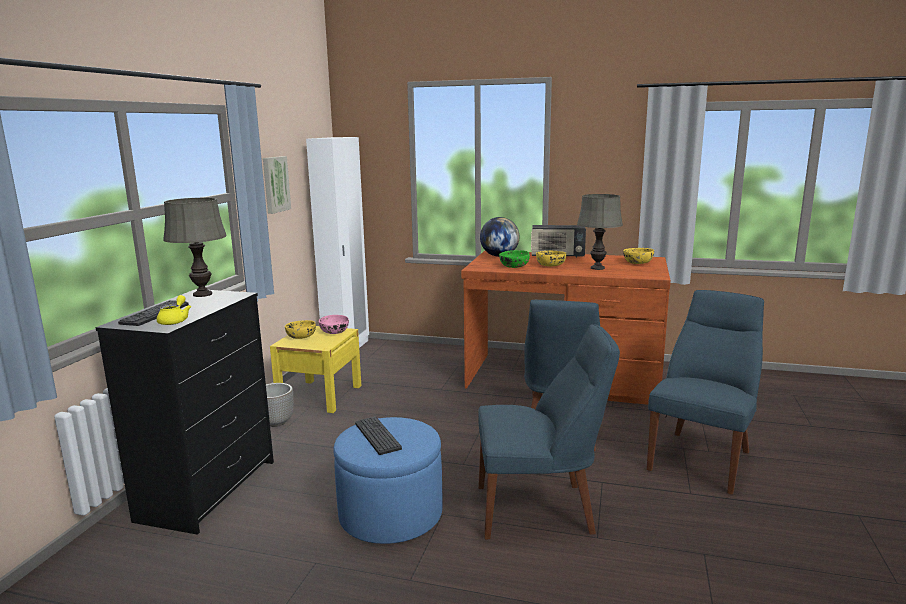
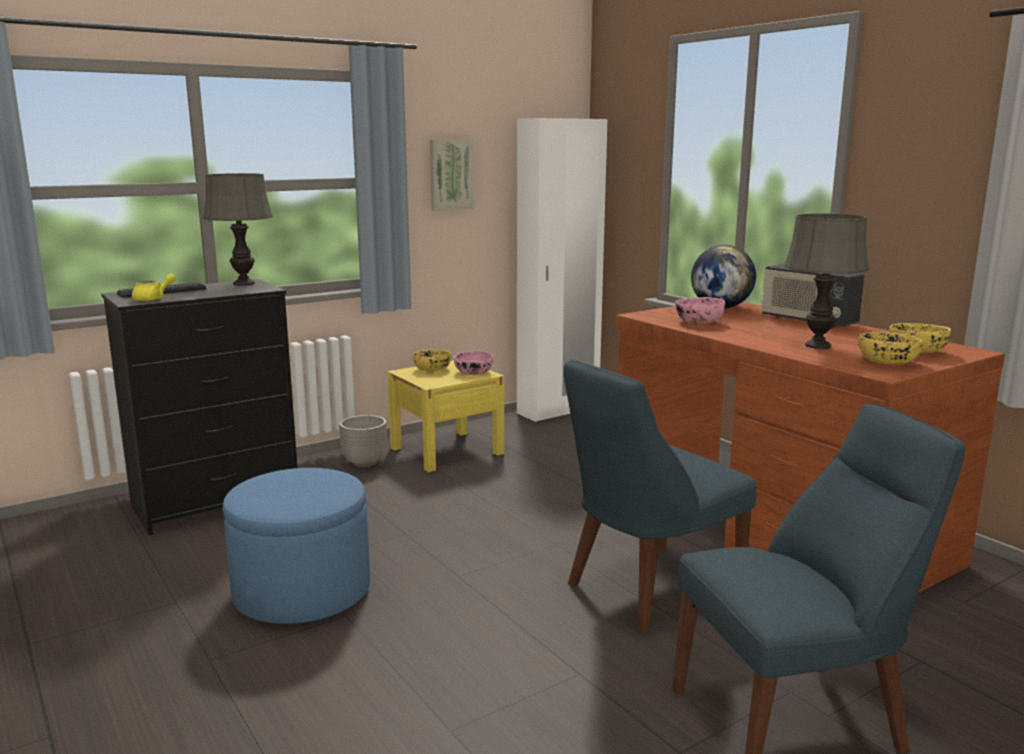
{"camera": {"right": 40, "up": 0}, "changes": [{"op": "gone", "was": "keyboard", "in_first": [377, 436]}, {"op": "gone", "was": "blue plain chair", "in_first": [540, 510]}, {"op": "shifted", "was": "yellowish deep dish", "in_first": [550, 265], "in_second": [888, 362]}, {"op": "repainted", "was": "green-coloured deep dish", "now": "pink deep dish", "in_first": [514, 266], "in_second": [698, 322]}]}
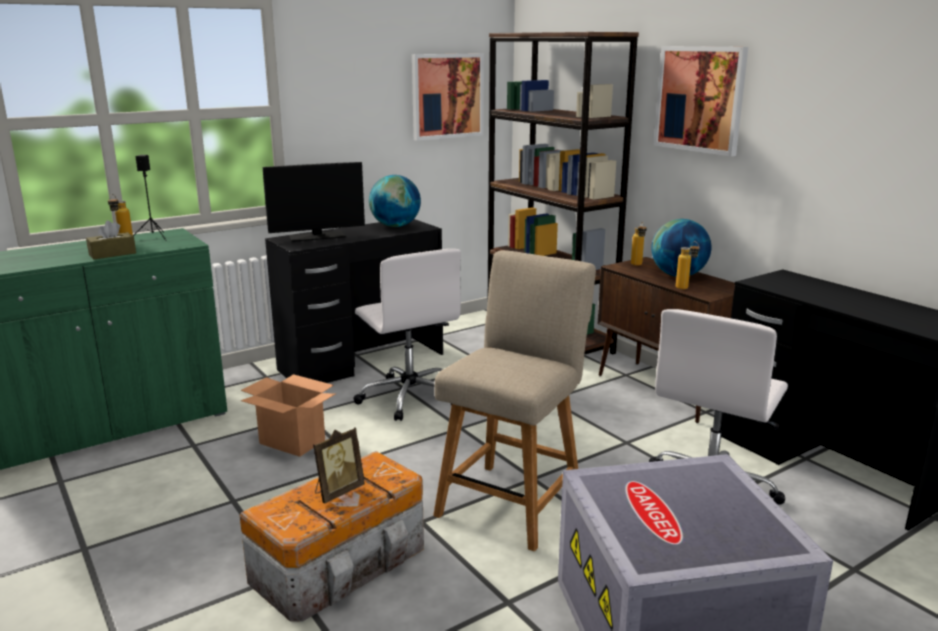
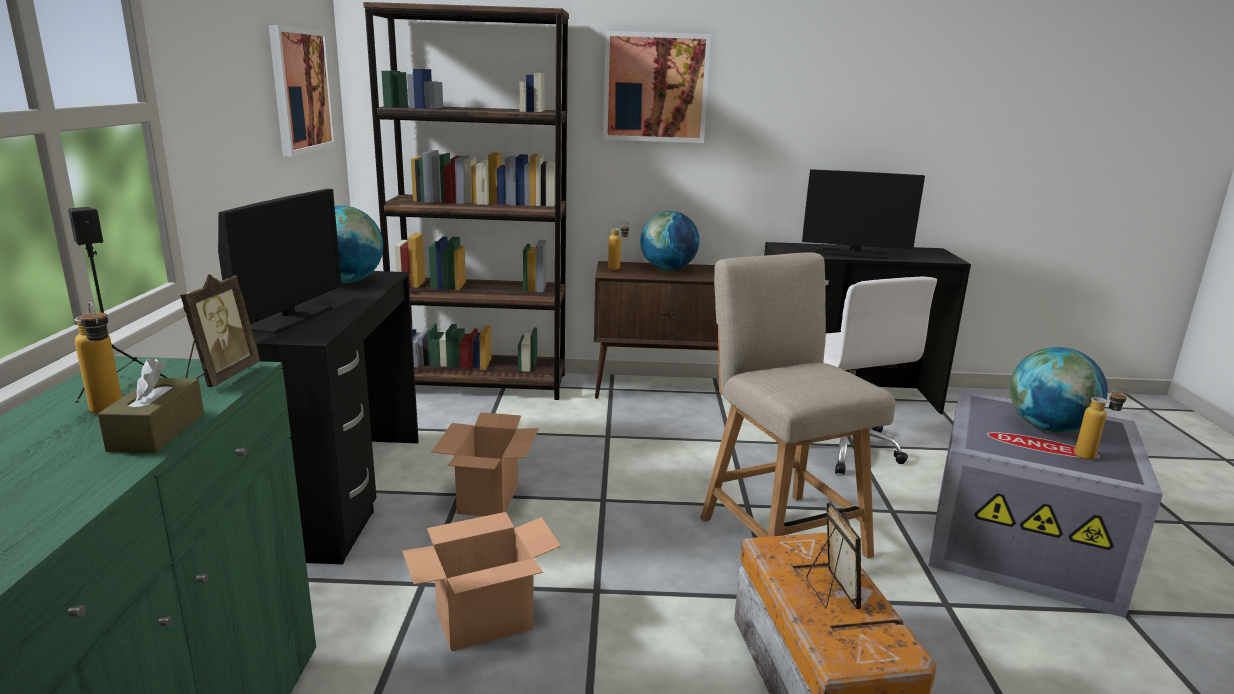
{"camera": {"right": -55, "up": 0}, "changes": [{"op": "new", "now": "standing frame", "in_second": [221, 376]}, {"op": "new", "now": "computer display", "in_second": [855, 254]}, {"op": "new", "now": "world globe", "in_second": [1048, 428]}, {"op": "shifted", "was": "drink bottle", "in_first": [685, 289], "in_second": [1092, 456]}, {"op": "swapped", "was": "white-coloured computer chair", "now": "cardboard box", "in_first": [409, 397], "in_second": [488, 499]}]}
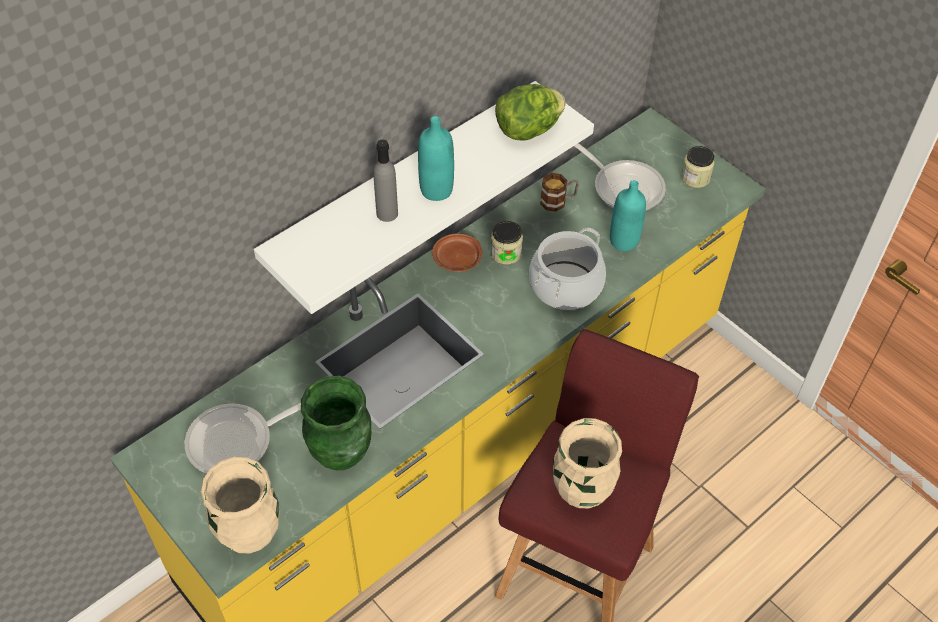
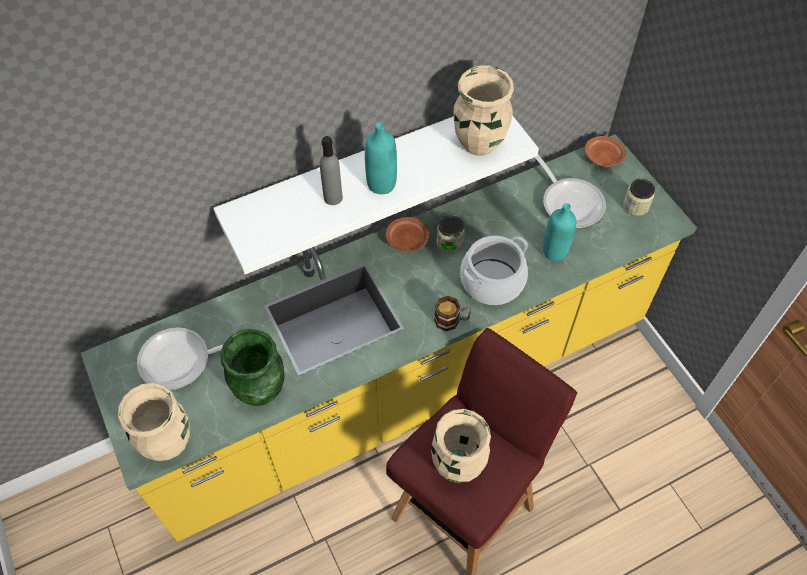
{"camera": {"right": 15, "up": 5}, "changes": [{"op": "new", "now": "brown-coloured plate", "in_second": [602, 156]}, {"op": "shifted", "was": "mug", "in_first": [558, 201], "in_second": [452, 320]}, {"op": "swapped", "was": "head of lettuce", "now": "beige-coloured vase", "in_first": [528, 130], "in_second": [478, 143]}]}
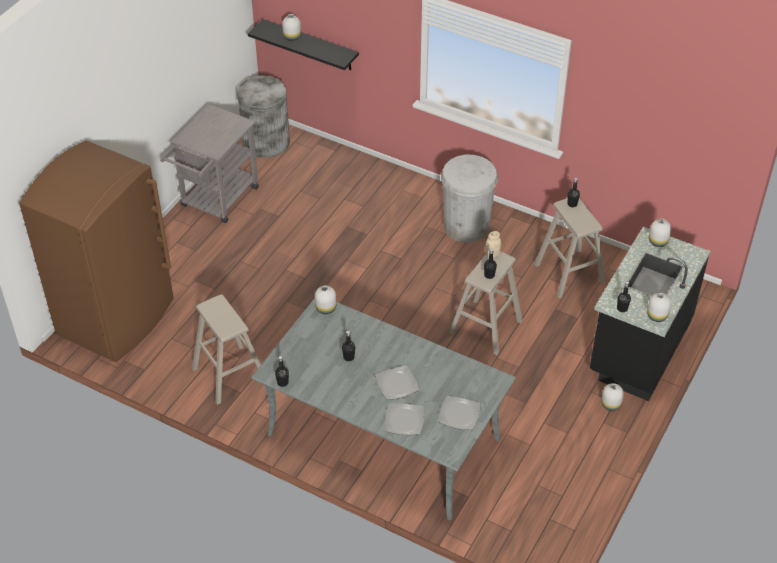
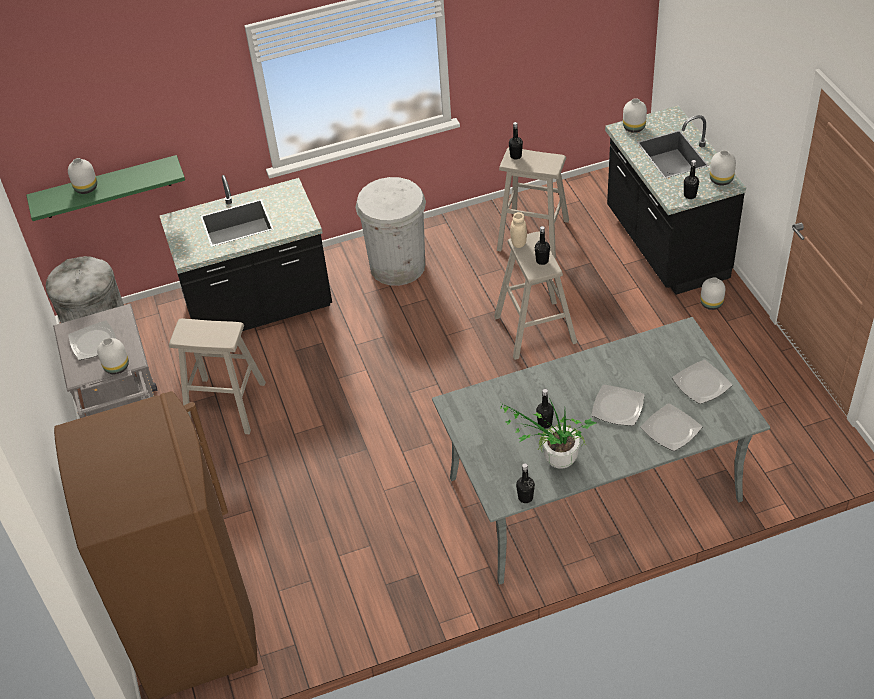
{"camera": {"right": -45, "up": 0}, "changes": [{"op": "new", "now": "plate", "in_second": [93, 342]}, {"op": "new", "now": "black-coloured counter", "in_second": [259, 309]}, {"op": "new", "now": "houseplant", "in_second": [553, 460]}, {"op": "shifted", "was": "beige-coloured stool seat", "in_first": [229, 374], "in_second": [225, 405]}, {"op": "shifted", "was": "white-coloured vase", "in_first": [325, 308], "in_second": [116, 367]}, {"op": "repainted", "was": "black-coloured wall shelf", "now": "green-coloured wall shelf", "in_first": [310, 45], "in_second": [106, 187]}]}
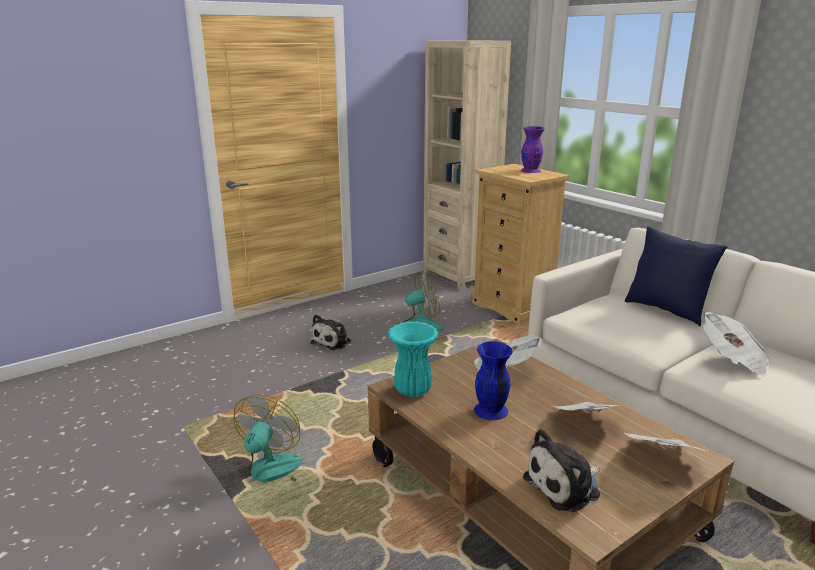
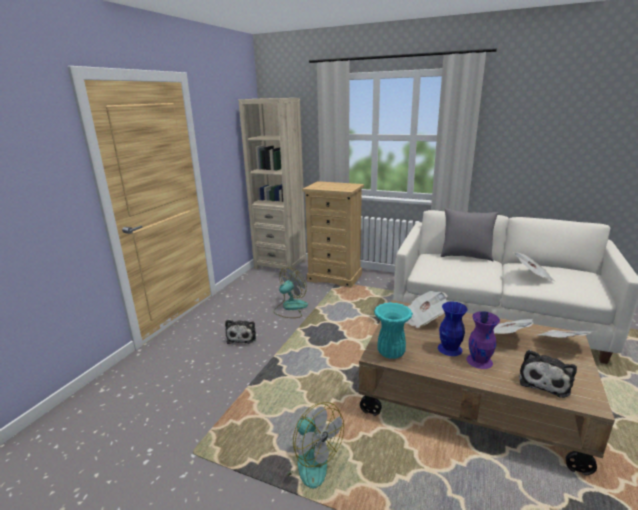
{"camera": {"right": -30, "up": 0}, "changes": [{"op": "shifted", "was": "purplish vase", "in_first": [531, 171], "in_second": [480, 361]}, {"op": "repainted", "was": "blue throw pillow", "now": "gray throw pillow", "in_first": [666, 310], "in_second": [465, 256]}, {"op": "rotated", "was": "electric fan", "in_first": [269, 477], "in_second": [305, 461], "clockwise": 150}]}
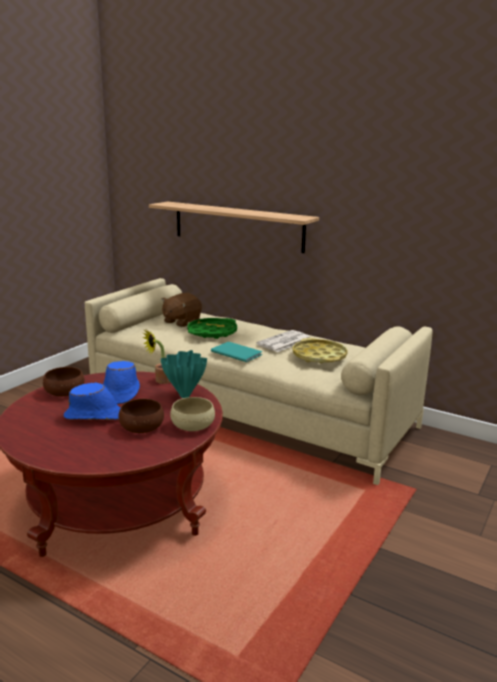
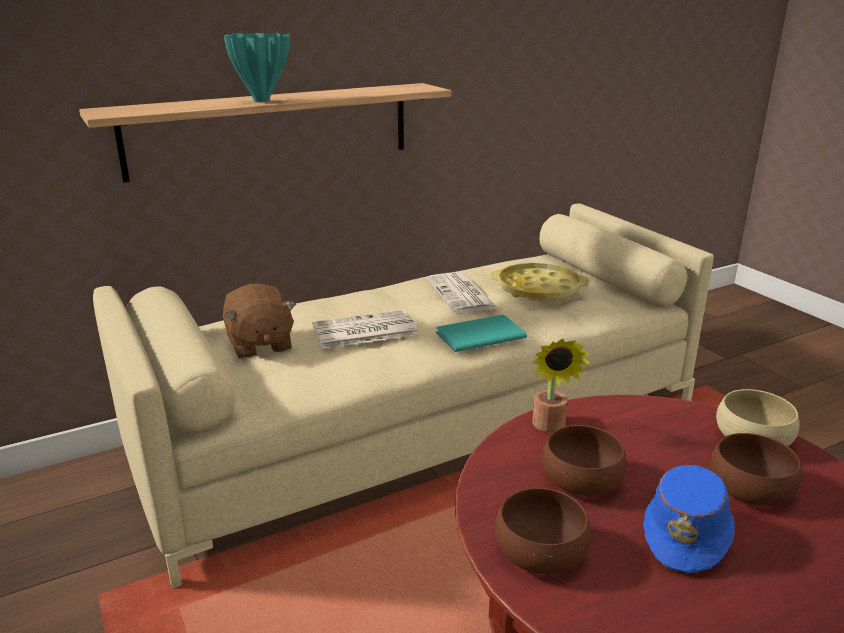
{"camera": {"right": -60, "up": 5}, "changes": [{"op": "shifted", "was": "blue-green vase", "in_first": [184, 396], "in_second": [262, 101]}, {"op": "swapped", "was": "blue wearable hat", "now": "brown-coloured deep dish", "in_first": [120, 392], "in_second": [581, 480]}, {"op": "swapped", "was": "green-coloured carrying tray", "now": "daily paper", "in_first": [212, 332], "in_second": [363, 331]}]}
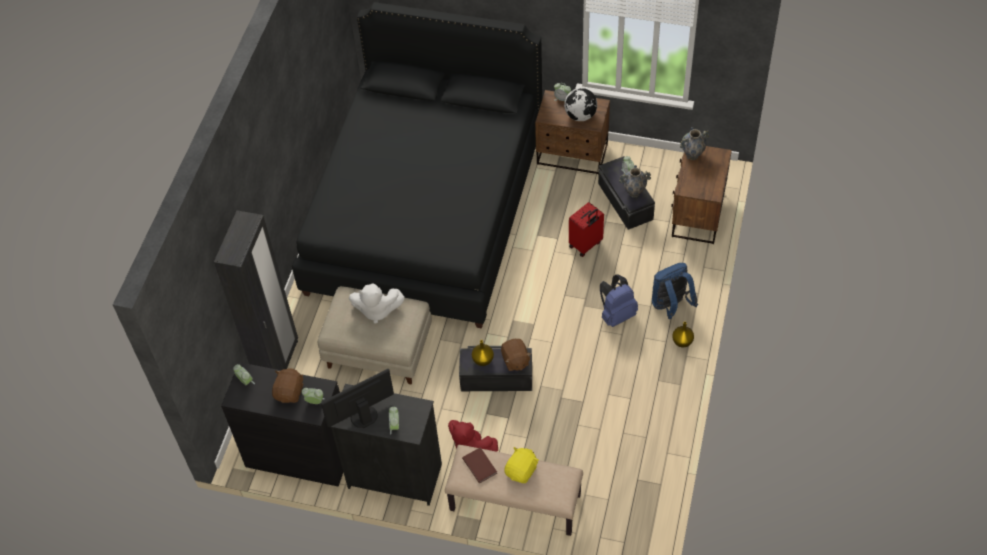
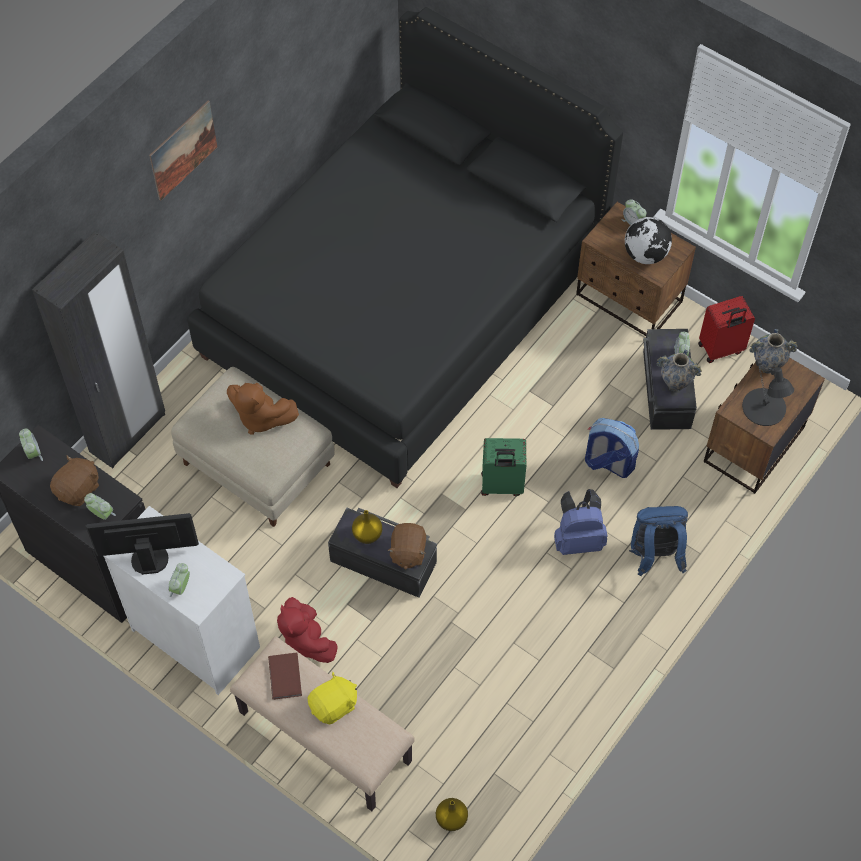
{"camera": {"right": 20, "up": 5}, "changes": [{"op": "new", "now": "picture", "in_second": [183, 150]}, {"op": "new", "now": "green-coloured travel case", "in_second": [501, 485]}, {"op": "new", "now": "knapsack", "in_second": [608, 463]}, {"op": "new", "now": "black-coloured table lamp", "in_second": [764, 408]}, {"op": "shifted", "was": "red-coloured travel case", "in_first": [586, 245], "in_second": [721, 349]}, {"op": "shifted", "was": "yellowish vase", "in_first": [682, 342], "in_second": [451, 820]}, {"op": "repainted", "was": "black-coloured drawer chest", "now": "white-coloured drawer chest", "in_first": [395, 475], "in_second": [196, 638]}, {"op": "repainted", "was": "white-coloured cuddly toy", "now": "brown-coloured cuddly toy", "in_first": [376, 310], "in_second": [260, 417]}]}
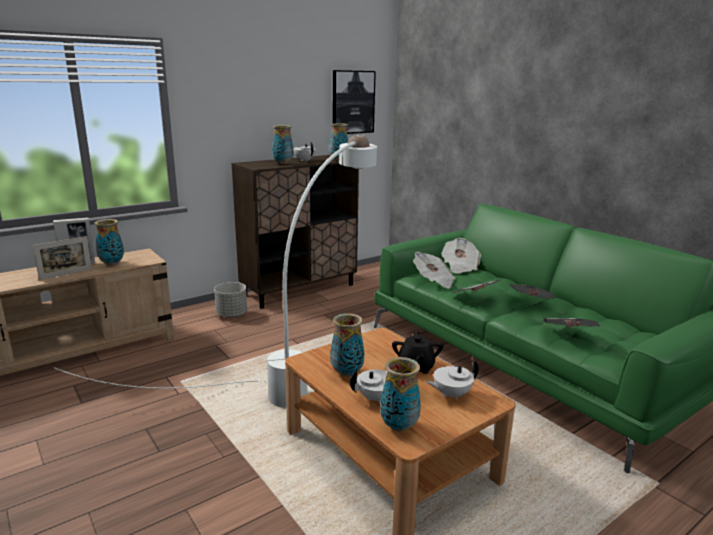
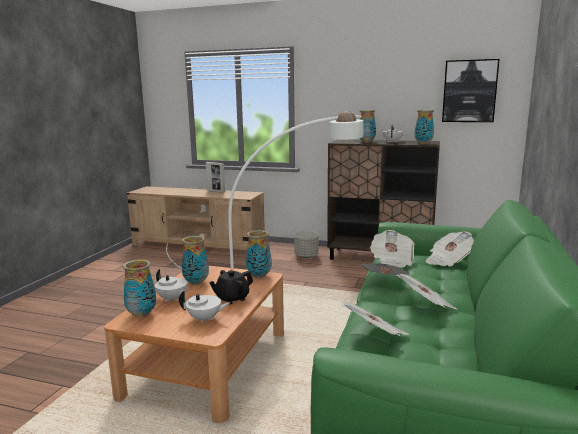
{"camera": {"right": 55, "up": -5}, "changes": [{"op": "gone", "was": "standing frame", "in_first": [66, 274]}, {"op": "shifted", "was": "vase", "in_first": [112, 263], "in_second": [259, 276]}, {"op": "rotated", "was": "white-coloured tea pot", "in_first": [451, 394], "in_second": [205, 319], "clockwise": 150}]}
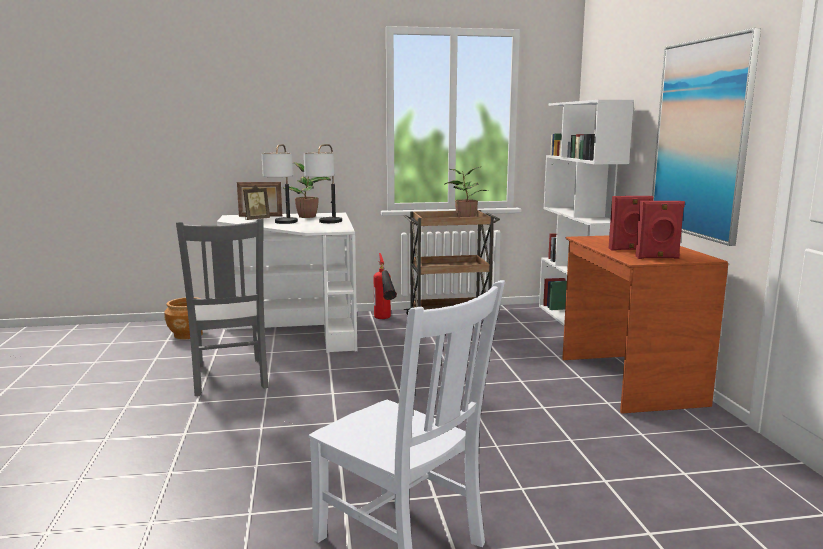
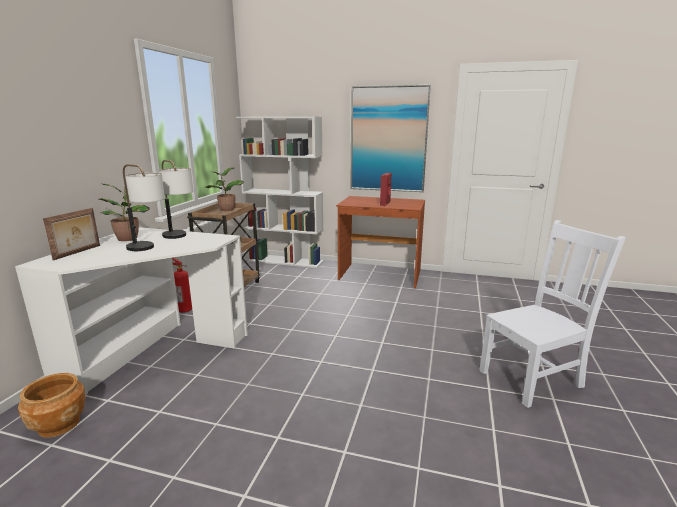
{"camera": {"right": -65, "up": 5}, "changes": [{"op": "gone", "was": "gray plain chair", "in_first": [230, 378]}, {"op": "gone", "was": "standing frame", "in_first": [256, 219]}, {"op": "gone", "was": "red-coloured loudspeaker", "in_first": [657, 258]}]}
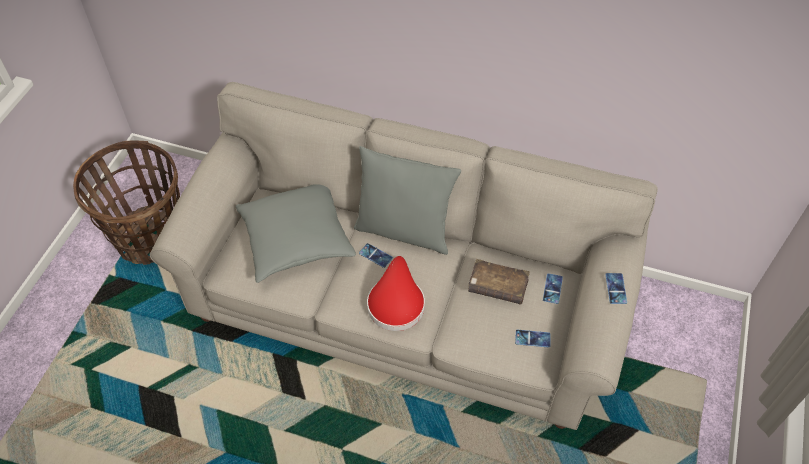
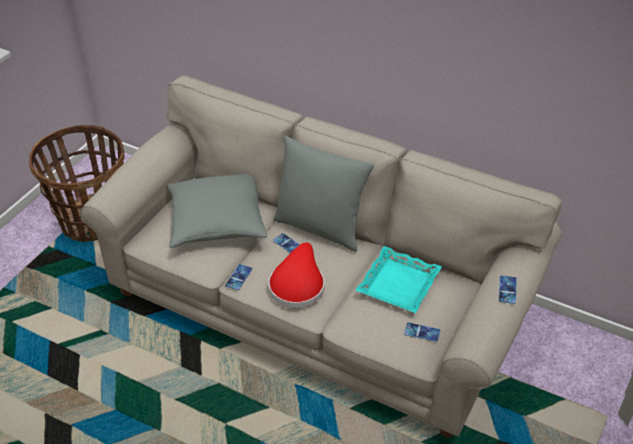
{"camera": {"right": 10, "up": -10}, "changes": [{"op": "shifted", "was": "telephone", "in_first": [552, 288], "in_second": [238, 277]}, {"op": "swapped", "was": "brown-coloured book", "now": "blue-green carrying tray", "in_first": [497, 287], "in_second": [398, 284]}]}
